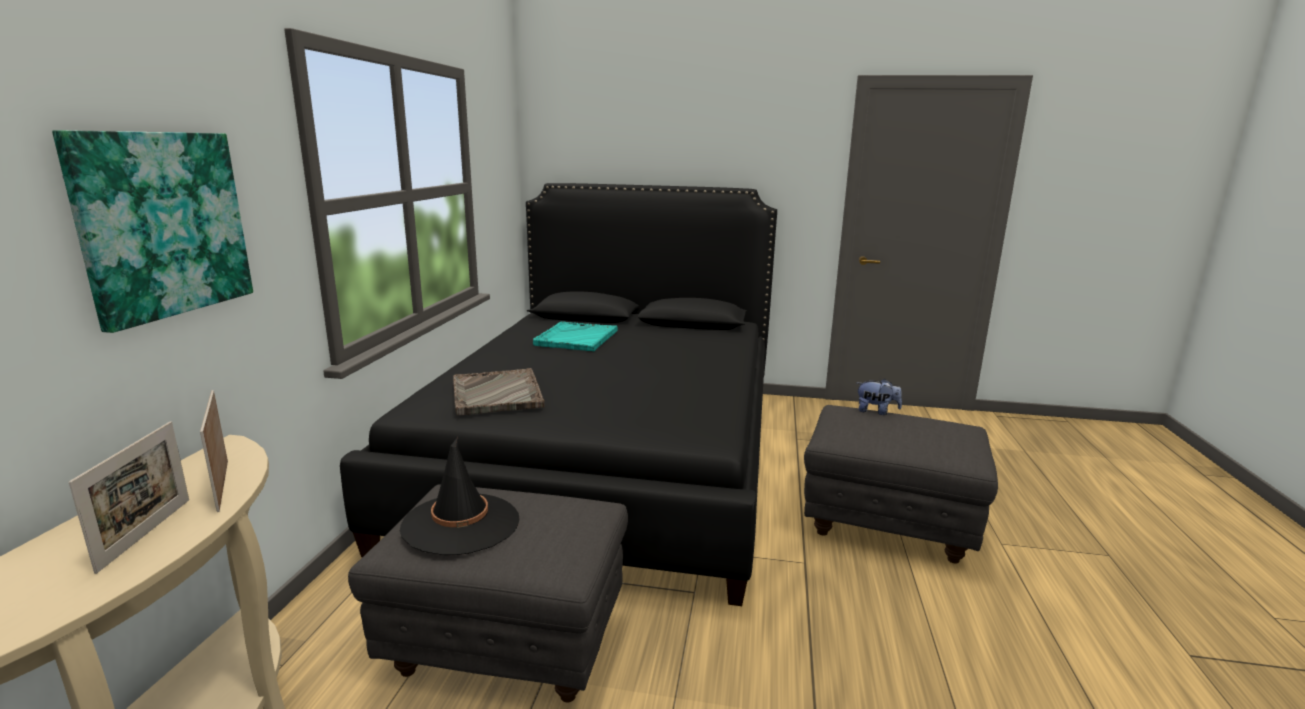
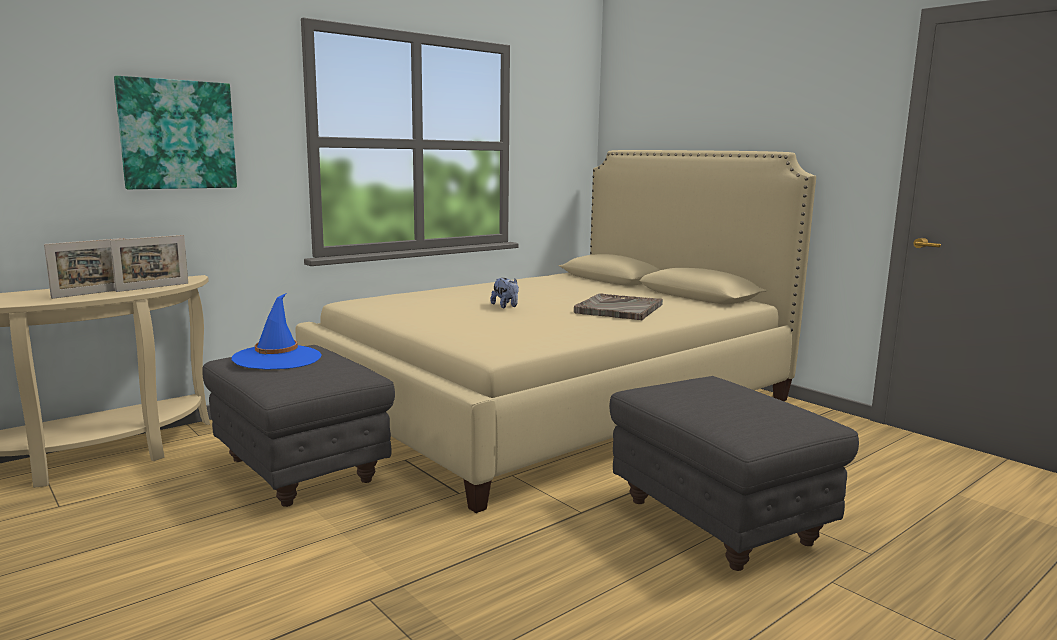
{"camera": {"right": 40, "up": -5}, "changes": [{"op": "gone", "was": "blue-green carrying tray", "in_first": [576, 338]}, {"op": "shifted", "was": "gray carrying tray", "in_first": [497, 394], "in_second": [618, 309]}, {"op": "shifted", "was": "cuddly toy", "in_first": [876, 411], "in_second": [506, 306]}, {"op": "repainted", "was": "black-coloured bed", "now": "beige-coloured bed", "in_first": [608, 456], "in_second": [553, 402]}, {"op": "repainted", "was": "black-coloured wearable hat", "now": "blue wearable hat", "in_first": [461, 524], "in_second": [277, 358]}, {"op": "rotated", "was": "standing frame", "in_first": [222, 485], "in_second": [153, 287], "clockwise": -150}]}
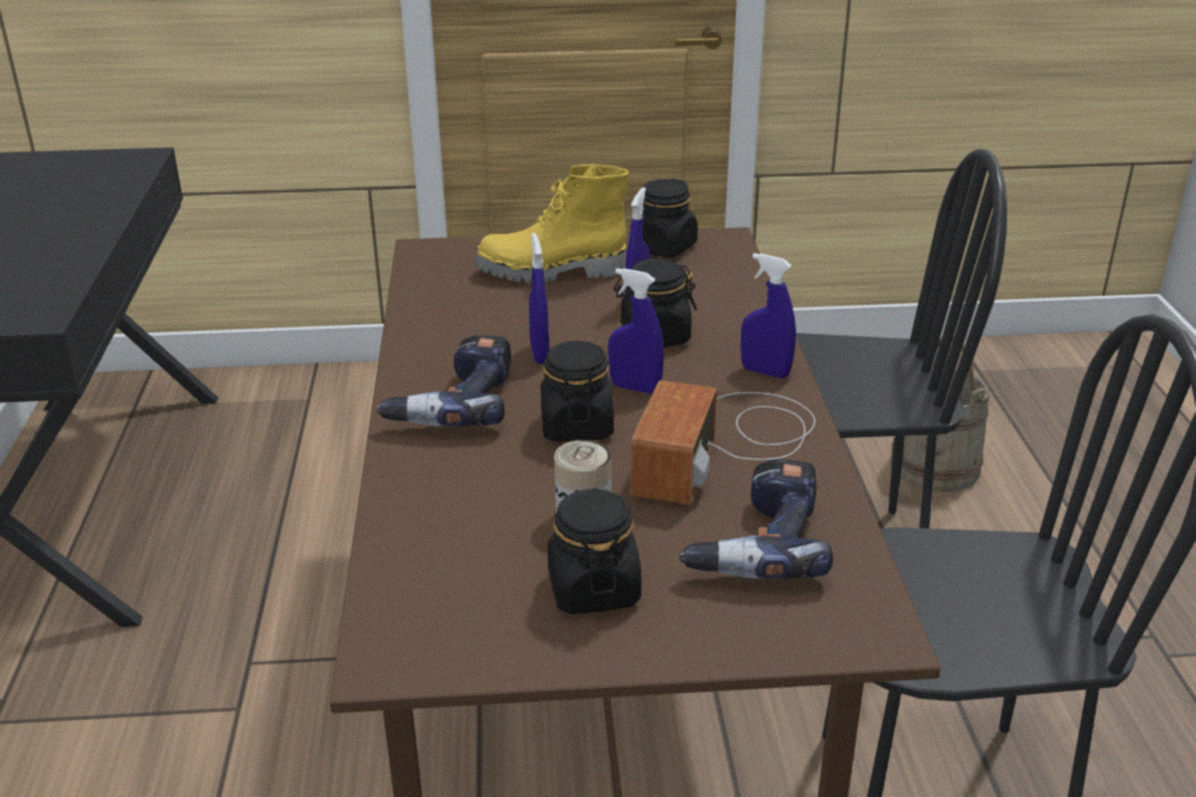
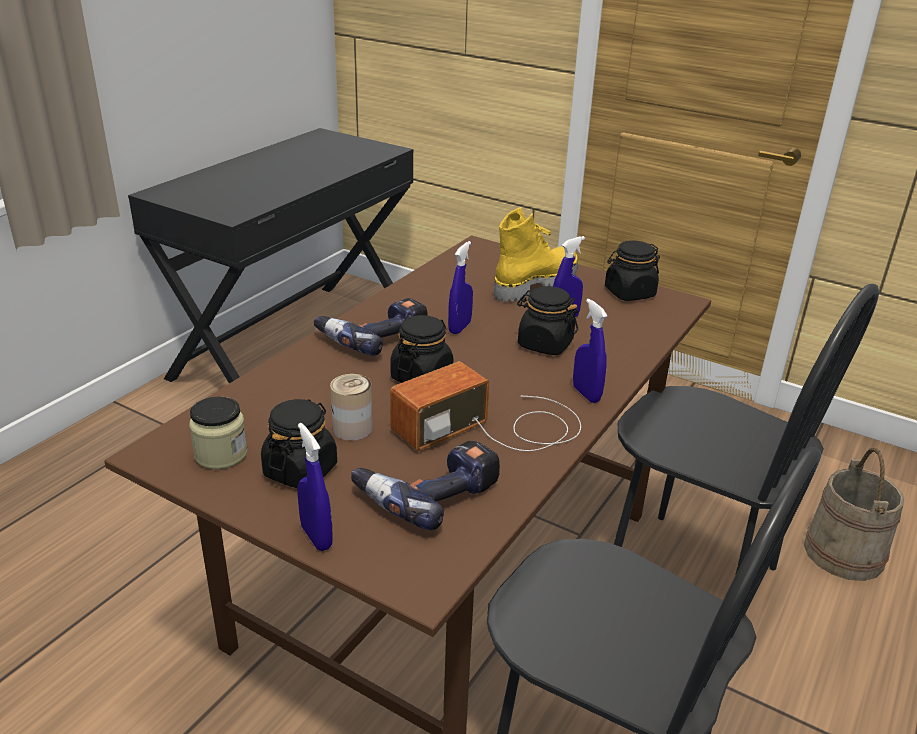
{"camera": {"right": 35, "up": 0}, "changes": [{"op": "new", "now": "preserve jar", "in_second": [221, 454]}, {"op": "shifted", "was": "blue sprayer", "in_first": [635, 388], "in_second": [316, 537]}, {"op": "rotated", "was": "yellowish tall boot", "in_first": [551, 272], "in_second": [534, 283], "clockwise": 105}]}
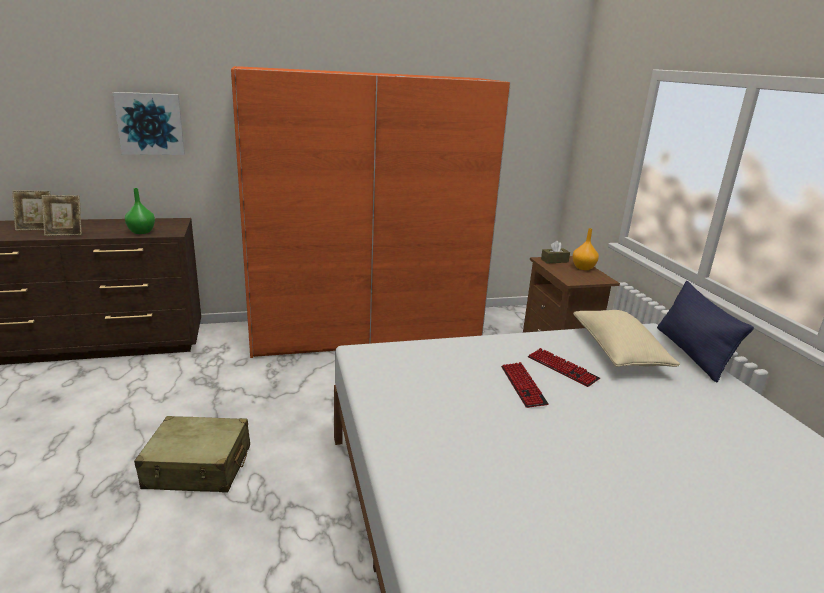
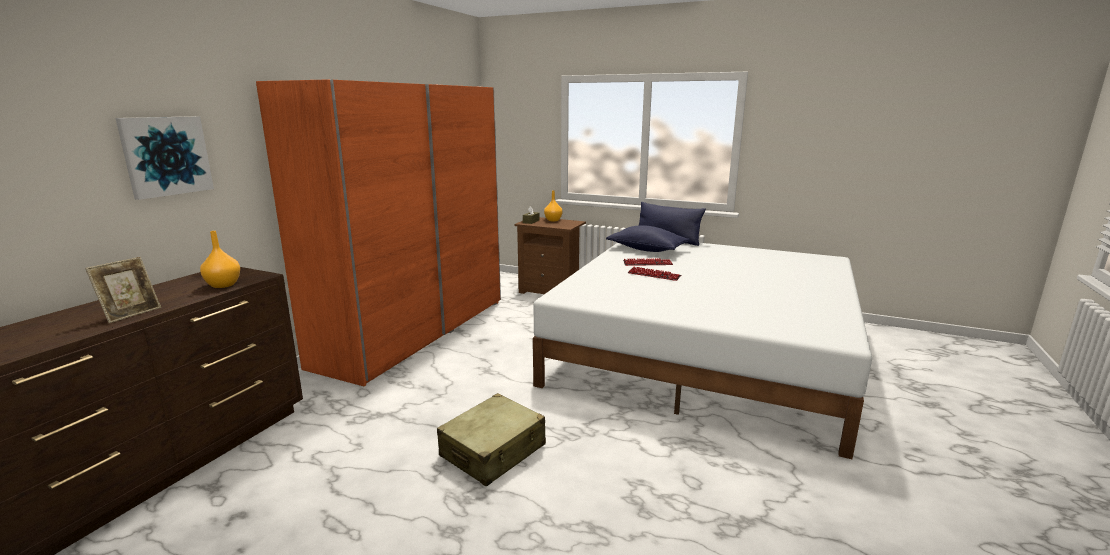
{"camera": {"right": -50, "up": -5}, "changes": [{"op": "gone", "was": "standing frame", "in_first": [36, 228]}, {"op": "repainted", "was": "green-coloured vase", "now": "orange-coloured vase", "in_first": [141, 232], "in_second": [222, 285]}, {"op": "repainted", "was": "beige-coloured throw pillow", "now": "blue throw pillow", "in_first": [618, 352], "in_second": [647, 249]}]}
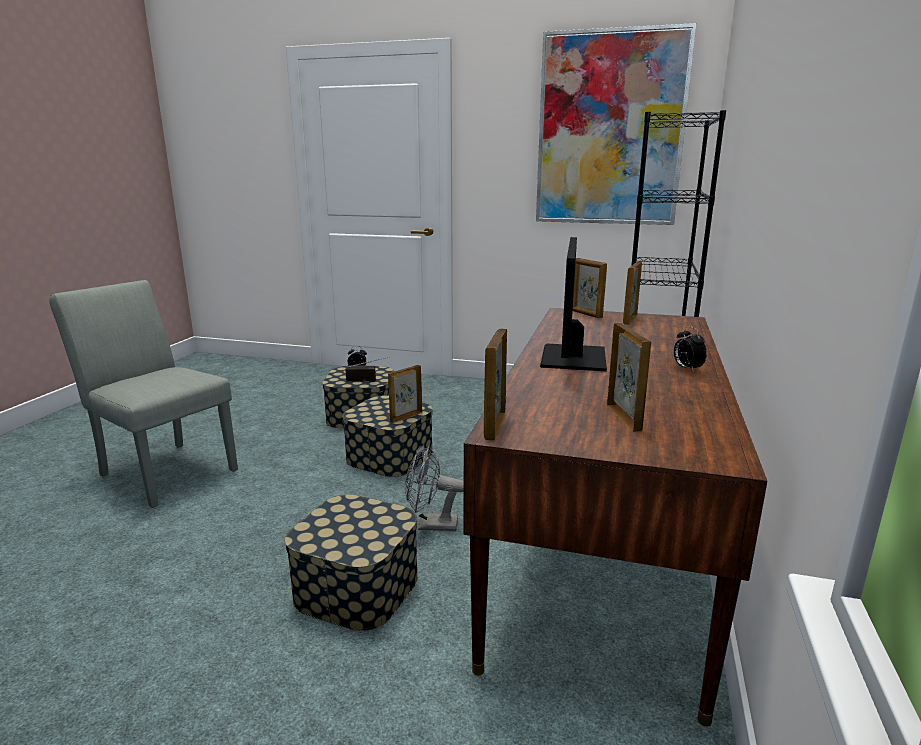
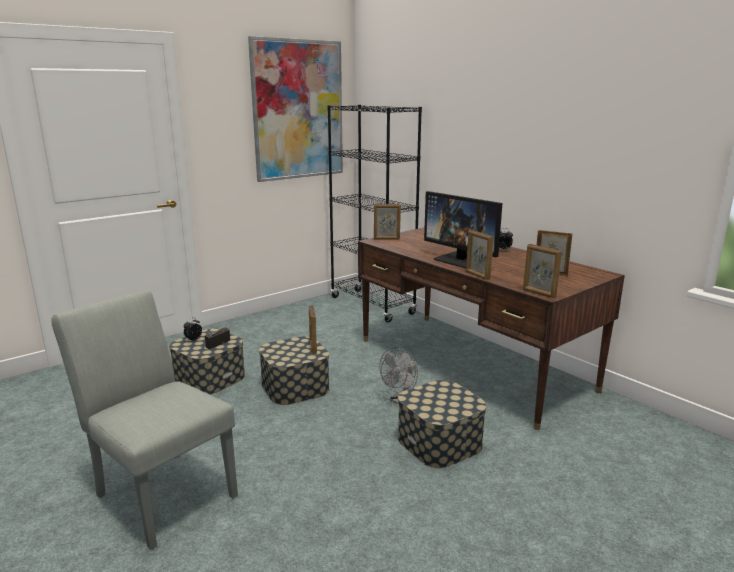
{"camera": {"right": -55, "up": 0}, "changes": [{"op": "shifted", "was": "standing frame", "in_first": [629, 320], "in_second": [477, 275]}, {"op": "rotated", "was": "gray plain chair", "in_first": [163, 469], "in_second": [160, 491], "clockwise": 60}]}
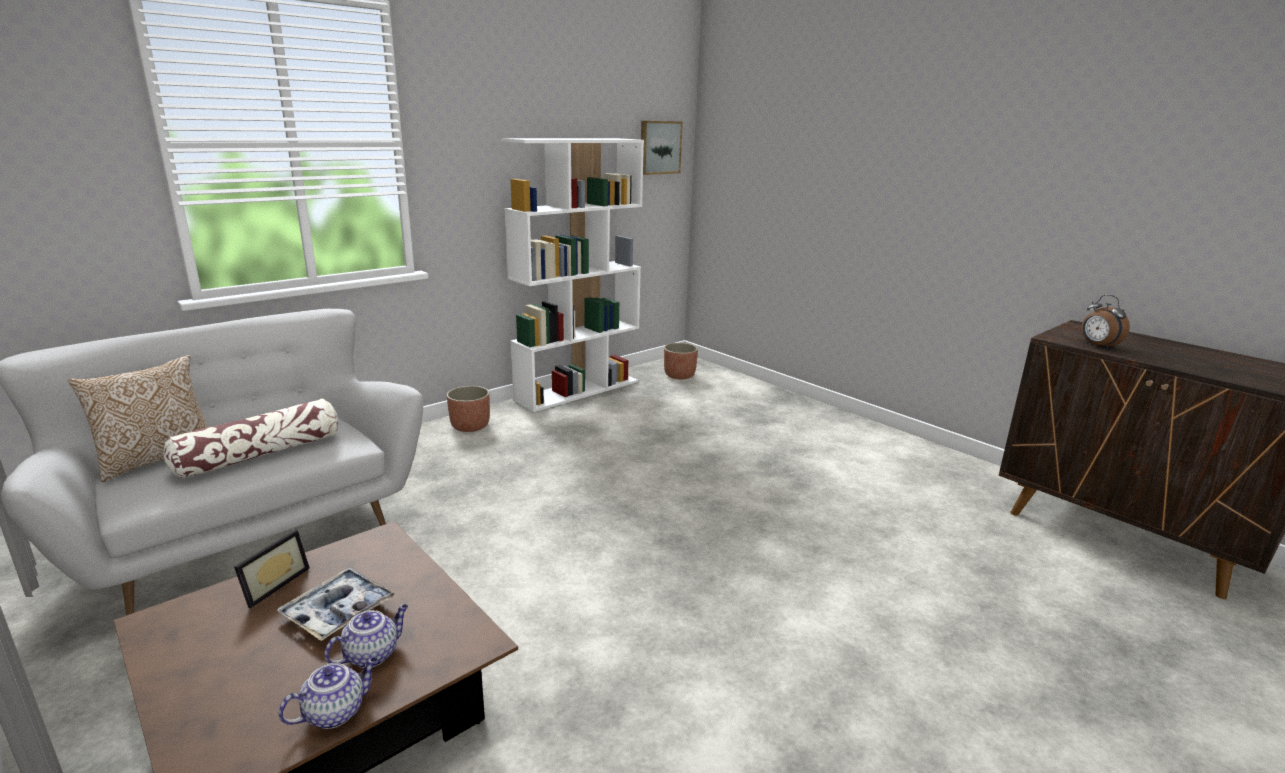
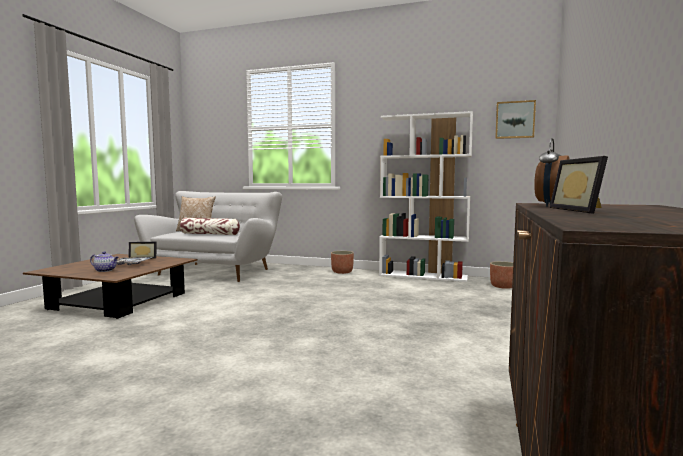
{"camera": {"right": 60, "up": -15}, "changes": [{"op": "gone", "was": "tea pot", "in_first": [336, 712]}, {"op": "new", "now": "standing frame", "in_second": [583, 210]}]}
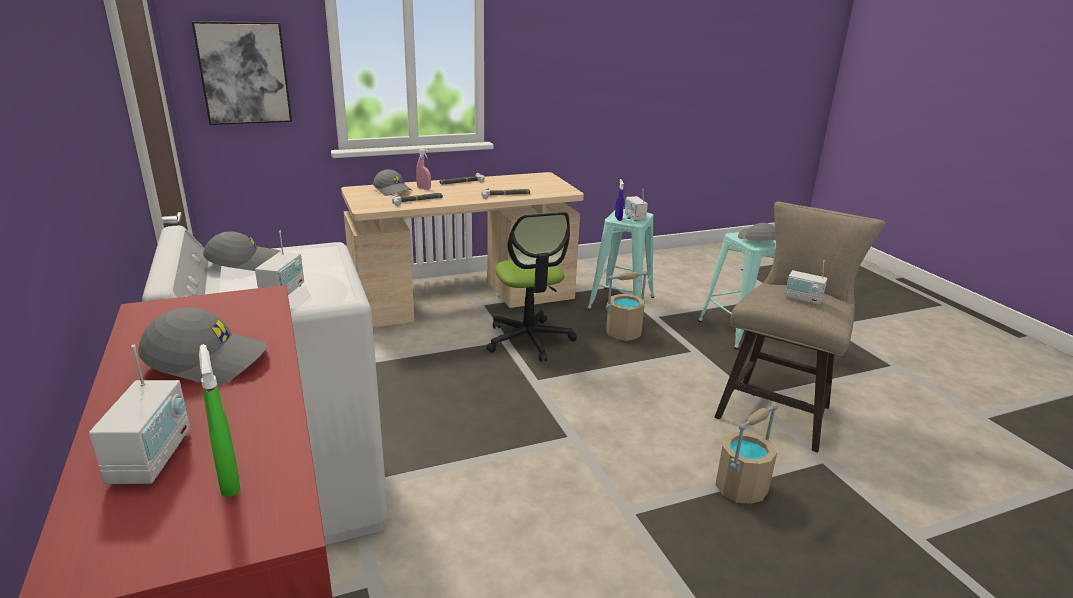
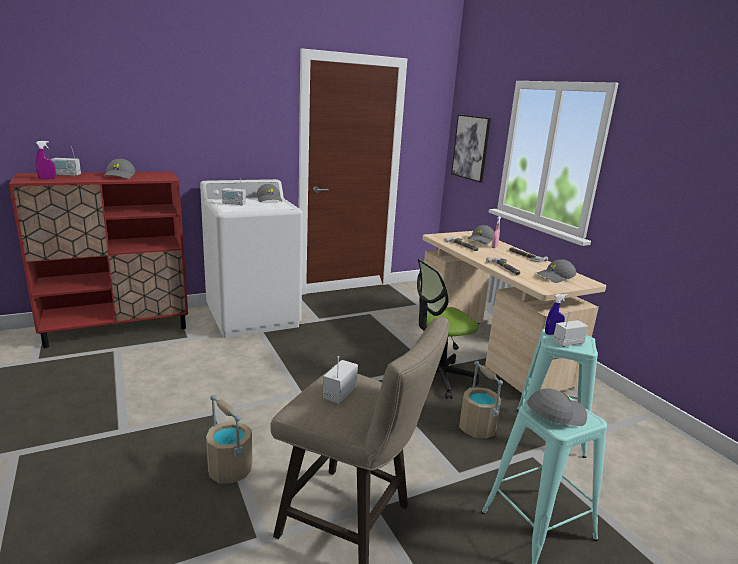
{"camera": {"right": 85, "up": -5}, "changes": [{"op": "new", "now": "gray baseball cap", "in_second": [555, 277]}, {"op": "repainted", "was": "green-coloured sprayer", "now": "purplish sprayer", "in_first": [229, 481], "in_second": [47, 178]}]}
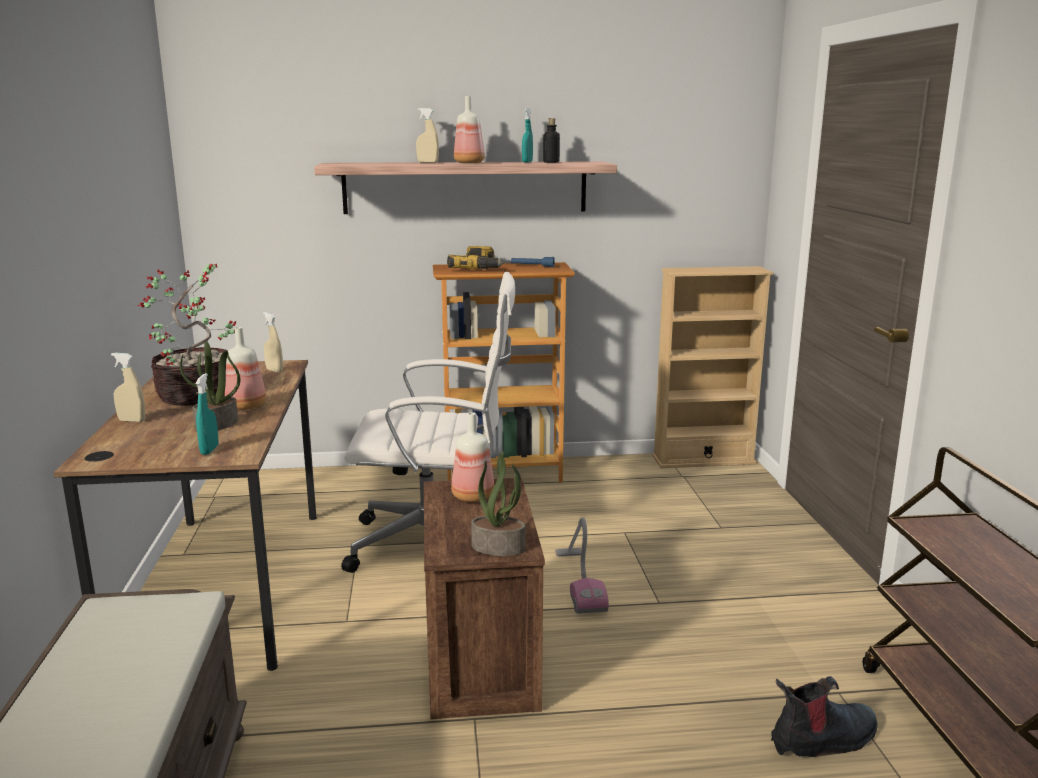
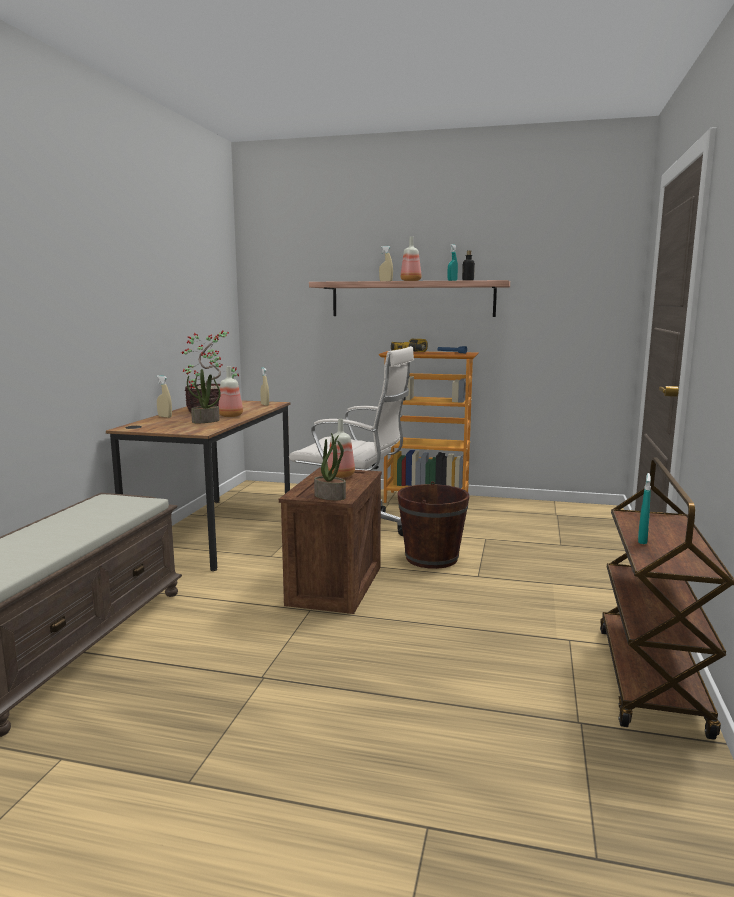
{"camera": {"right": 20, "up": -5}, "changes": [{"op": "gone", "was": "beige-coloured bookcase", "in_first": [703, 460]}, {"op": "gone", "was": "tall boot", "in_first": [823, 740]}, {"op": "shifted", "was": "blue-green sprayer", "in_first": [209, 450], "in_second": [642, 540]}, {"op": "swapped", "was": "vacuum", "now": "brown-coloured pail", "in_first": [579, 581], "in_second": [431, 558]}]}
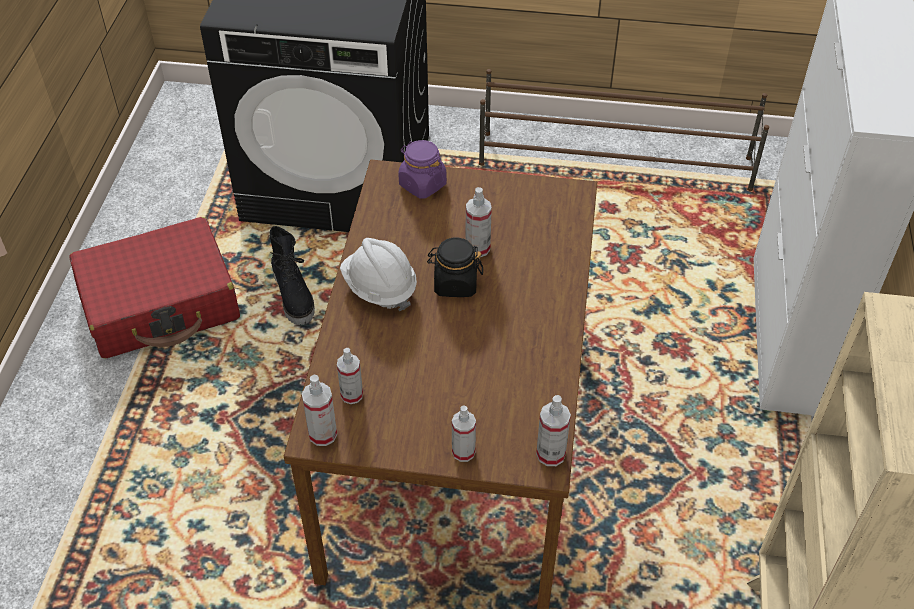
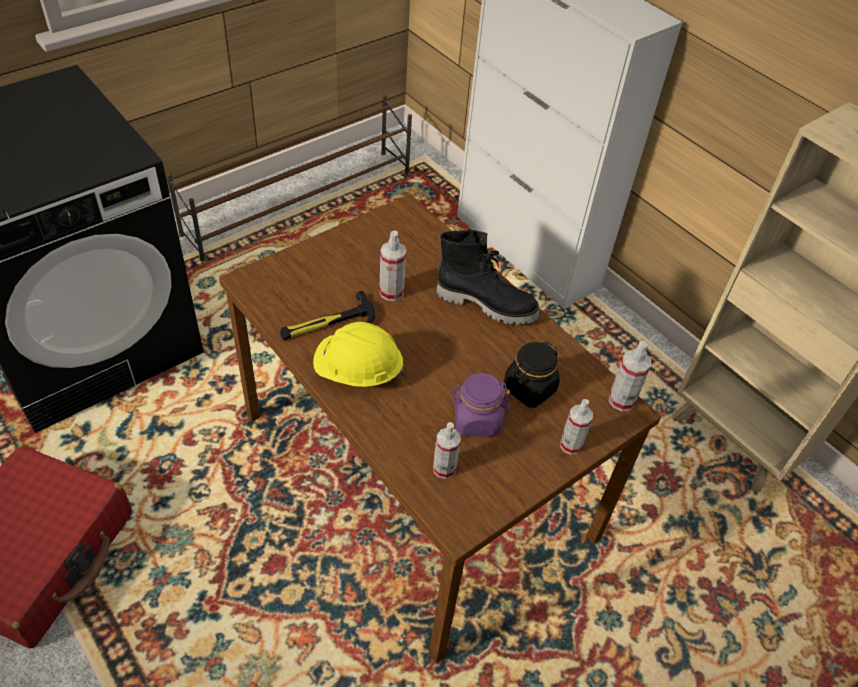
{"camera": {"right": -50, "up": 0}, "changes": [{"op": "gone", "was": "sprayer", "in_first": [322, 434]}, {"op": "new", "now": "hand hammer", "in_second": [328, 324]}, {"op": "shifted", "was": "black-coloured tall boot", "in_first": [295, 297], "in_second": [487, 303]}, {"op": "shifted", "was": "purplish preserve jar", "in_first": [422, 184], "in_second": [476, 420]}, {"op": "shifted", "was": "black-coloured preserve jar", "in_first": [455, 284], "in_second": [529, 389]}, {"op": "repainted", "was": "white-coloured work helmet", "now": "yellowish work helmet", "in_first": [379, 288], "in_second": [358, 371]}]}
